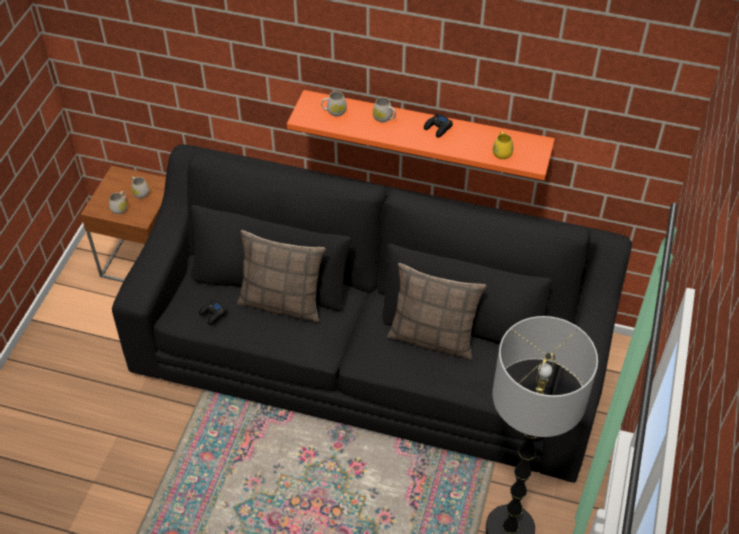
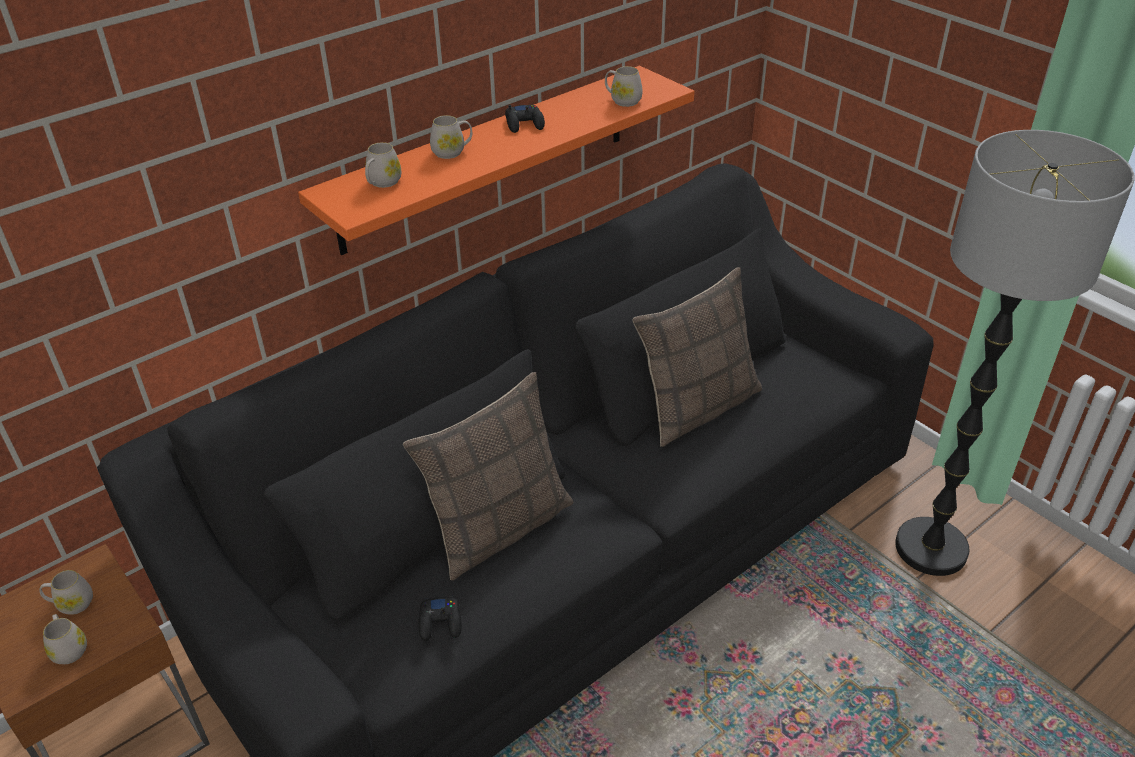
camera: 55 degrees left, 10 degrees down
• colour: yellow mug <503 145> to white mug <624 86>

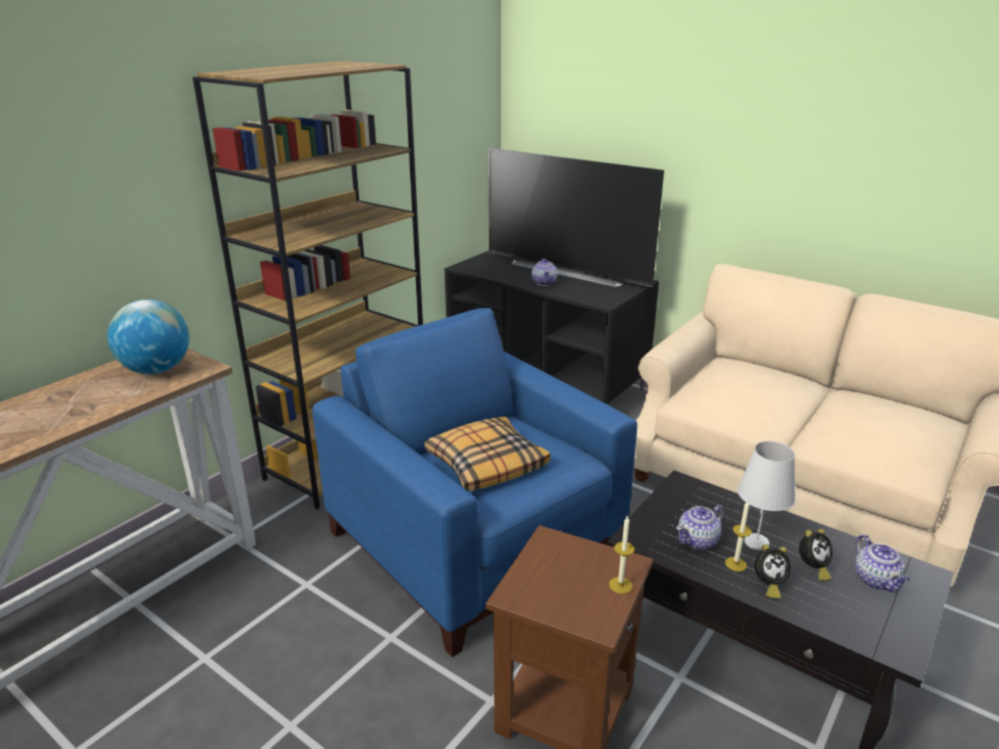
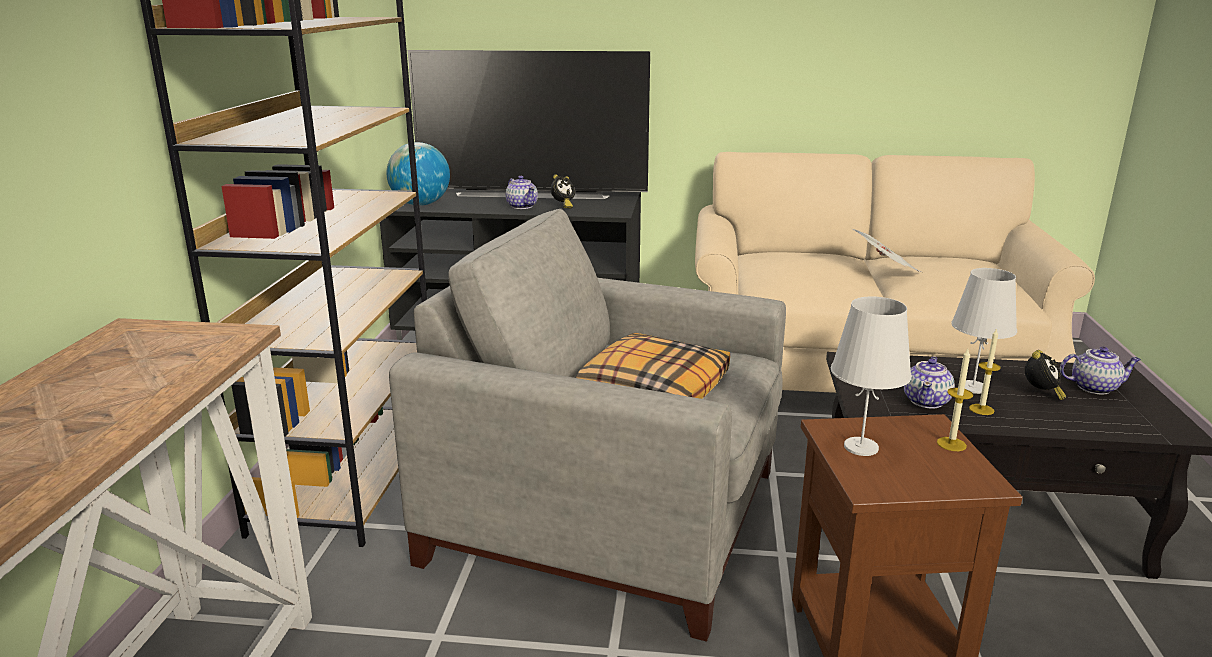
camera: 30 degrees left, 5 degrees down
• relocated: globe <148 337> to <418 174>
• colour: blue armchair <474 482> to grey armchair <587 425>
• spun: teapot <882 563> = <1100 370> 45 degrees counterclockwise
• relocated: alarm clock <772 571> to <563 191>
• appeared: newspaper <886 250>
• appeared: white table lamp <871 376>

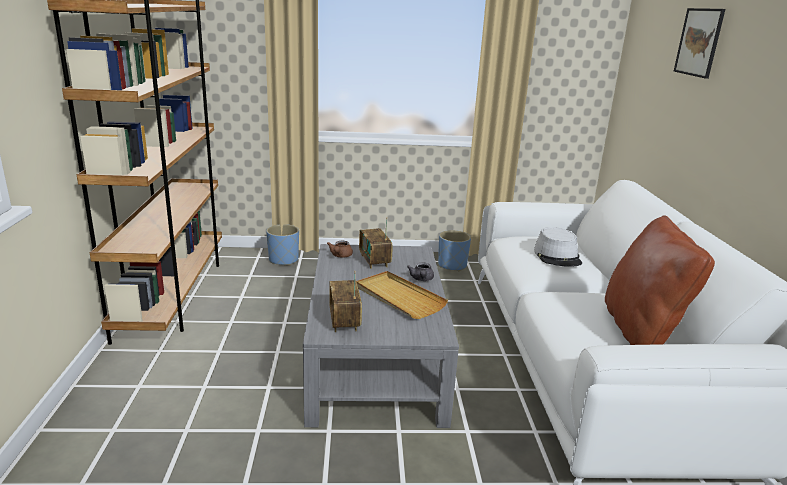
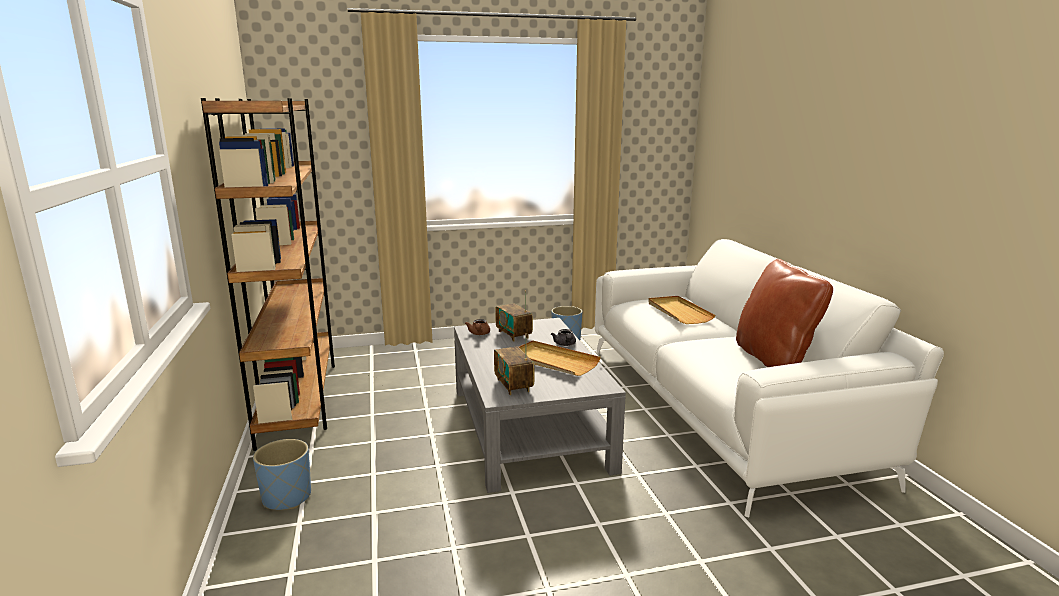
camera: 10 degrees left, 5 degrees down
• missing: picture <699 43>
• relocated: blue planter <282 245> to <282 474>
• exchanged: grey hat <558 247> to beige tray <681 310>

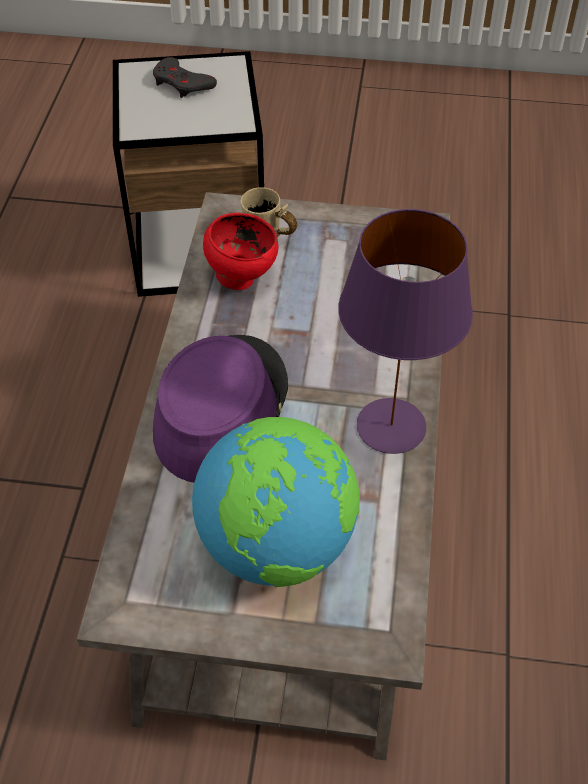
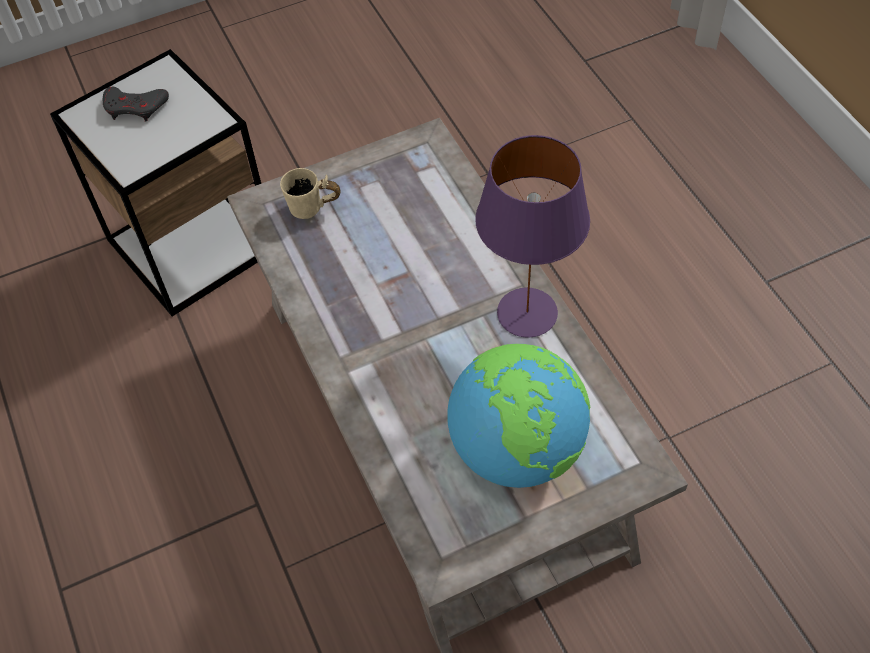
camera: 30 degrees left, 5 degrees up
• missing: red bowl <241 251>
• missing: purple hat <220 409>

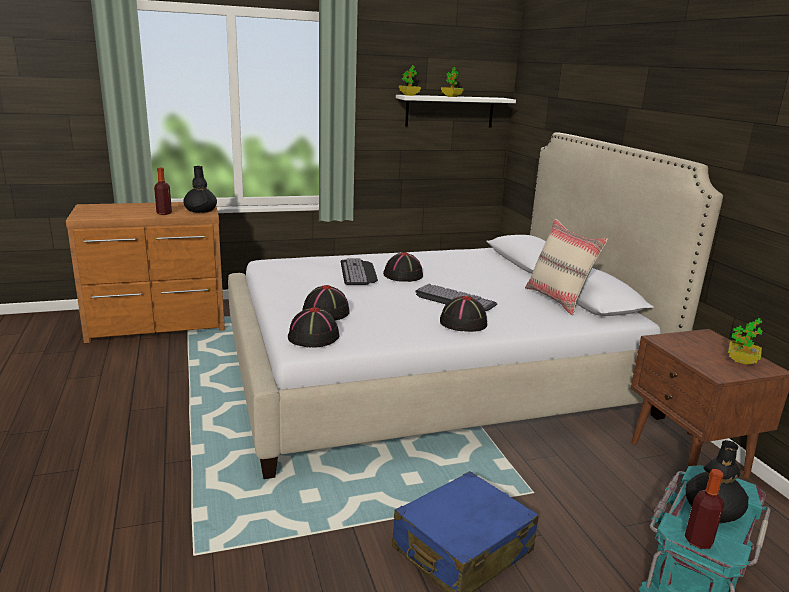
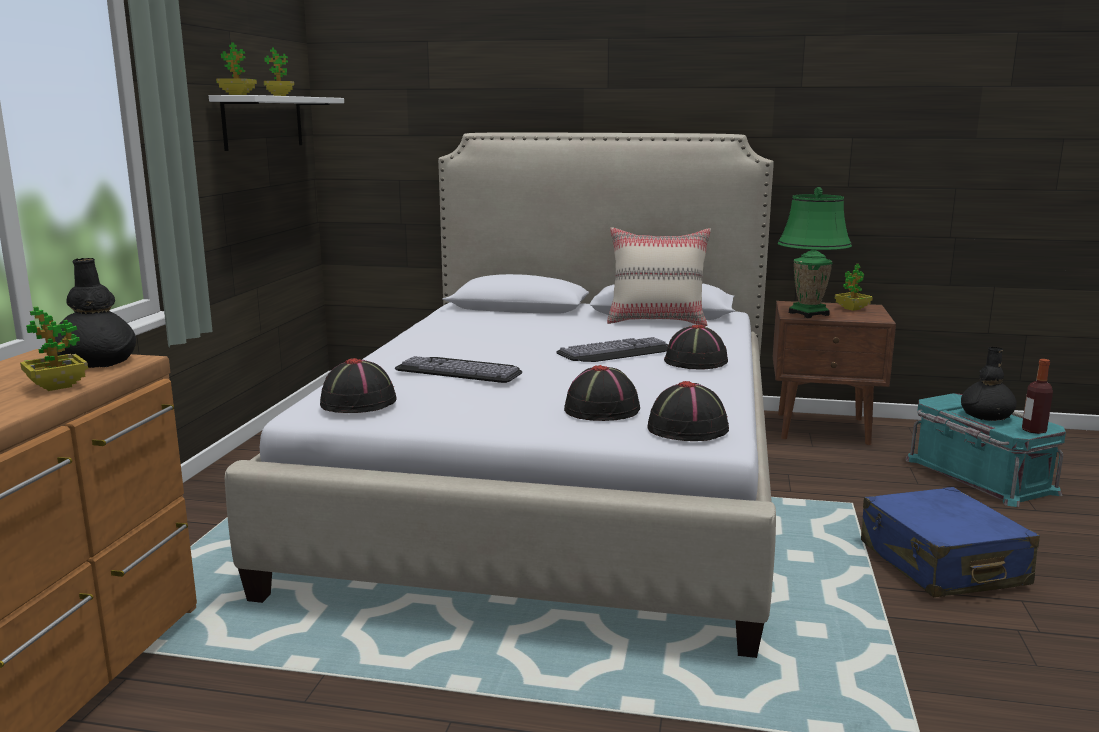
camera: 60 degrees left, 5 degrees down
• exchanged: bottle <163 191> to potted plant <54 349>
• relocated: black hat <403 267> to <358 385>
• appeared: green table lamp <815 252>

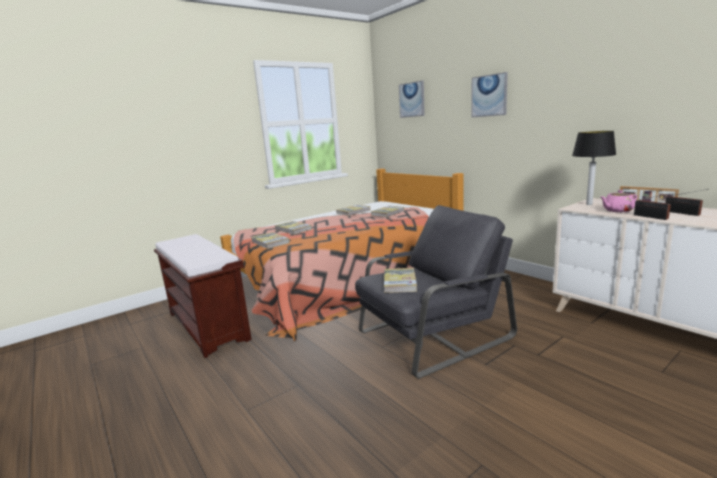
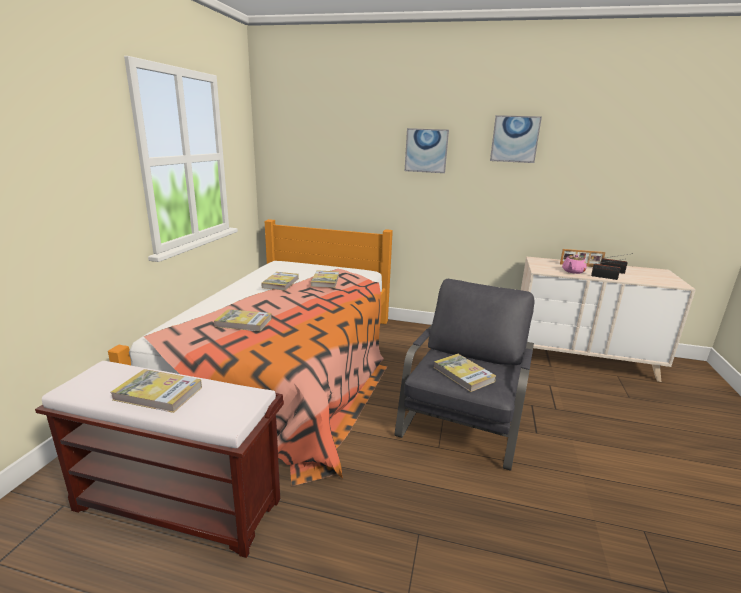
camera: 40 degrees left, 5 degrees up
• relocated: picture <412 99> to <516 139>
• missing: table lamp <594 168>
• relocated: book <270 240> to <156 391>

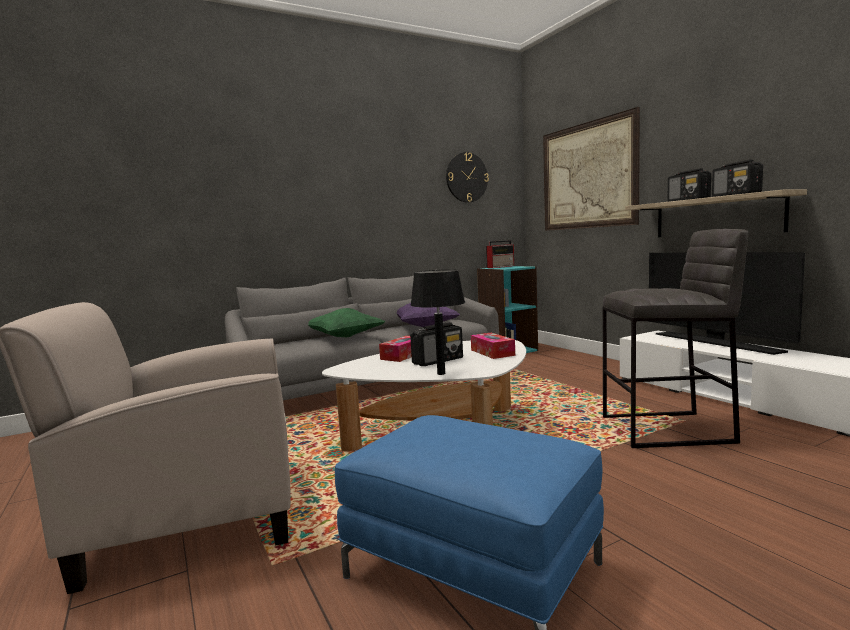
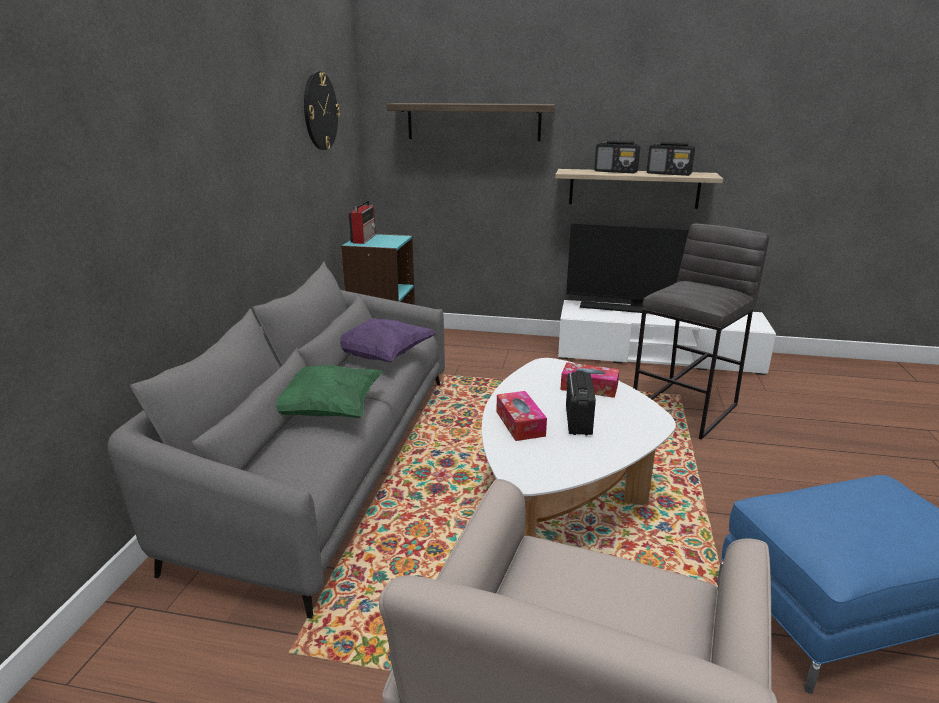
camera: 50 degrees left, 15 degrees up
• exchanged: picture <591 169> to shelf <470 122>
• missing: black table lamp <437 322>

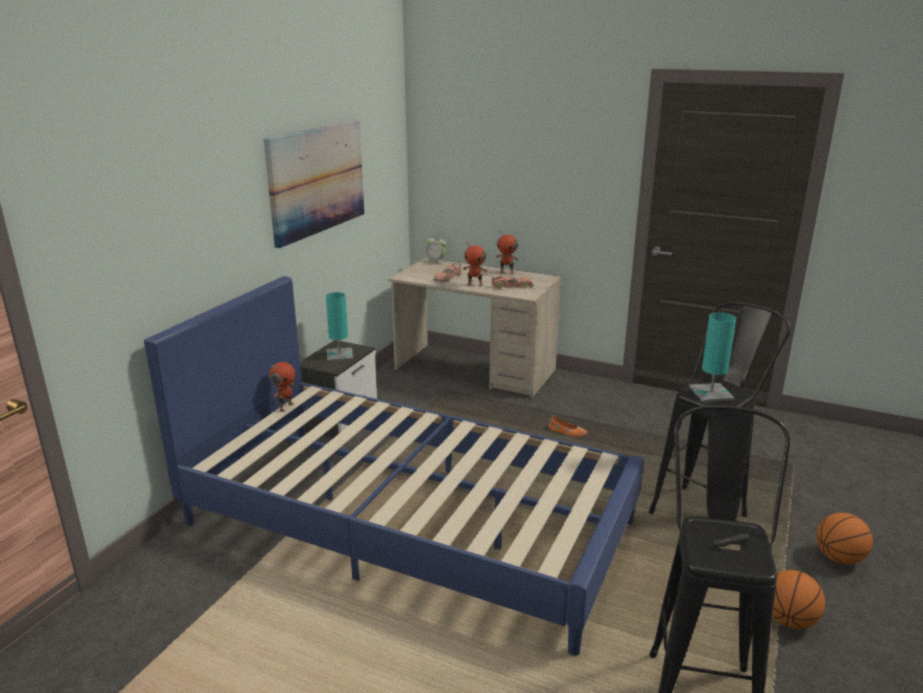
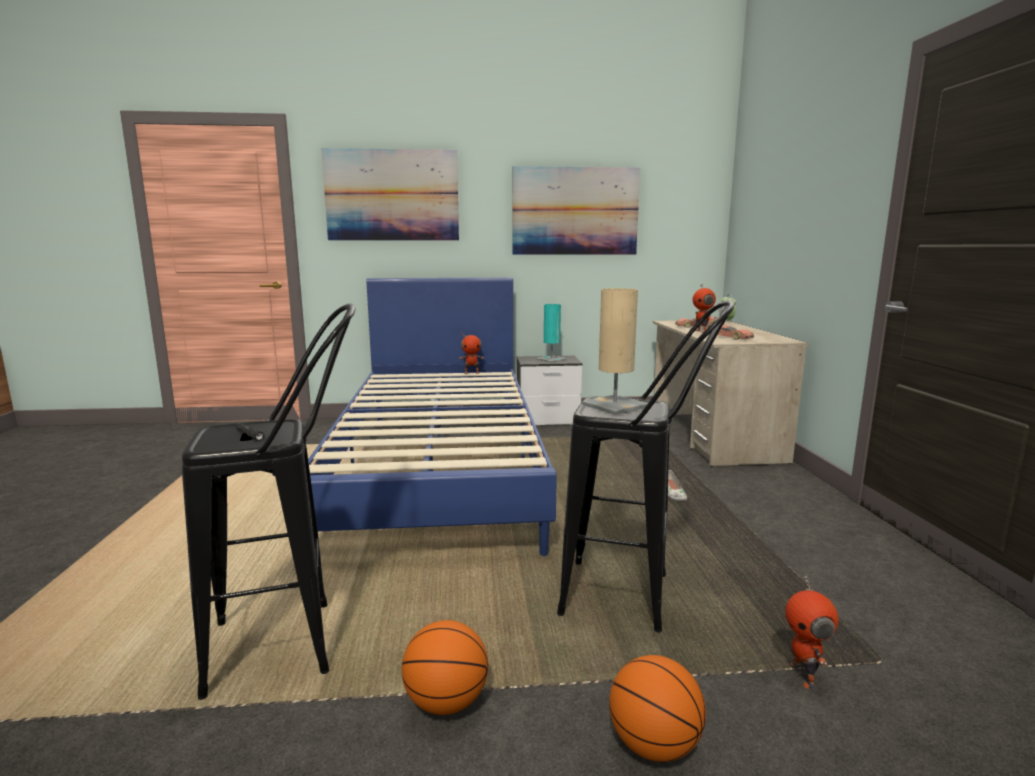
camera: 60 degrees right, 10 degrees down
• relocated: toy robot <507 252> to <812 631>
• colour: turquoise table lamp <712 357> to beige table lamp <614 351>
• colour: orange shoe <568 426> to white shoe <677 485>
• appeared: picture <390 194>

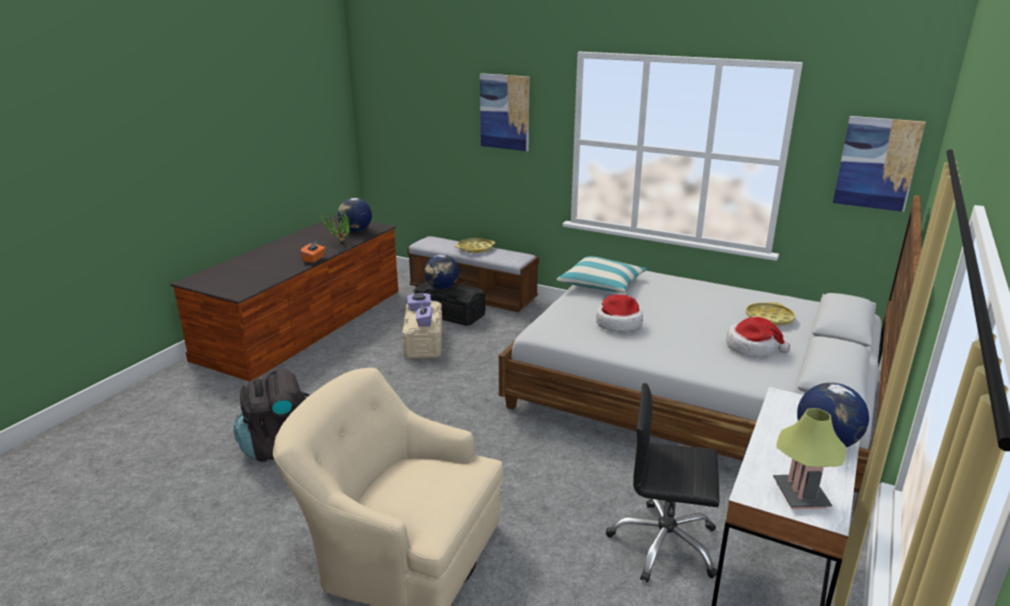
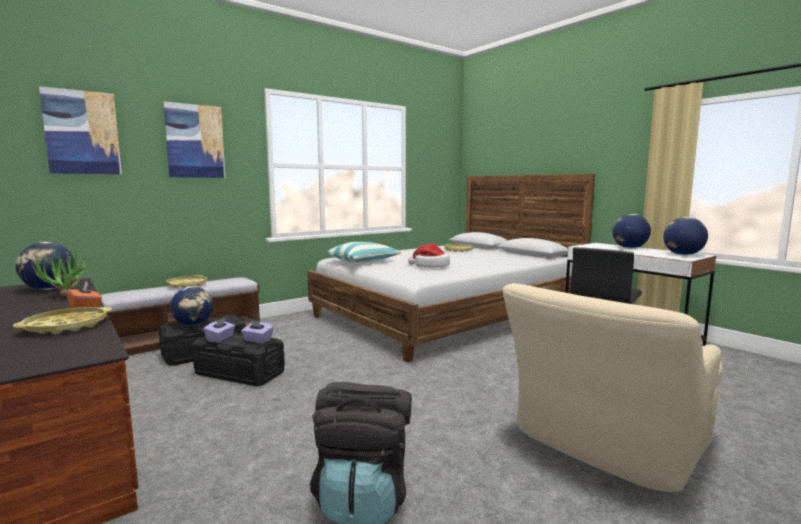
camera: 65 degrees left, 15 degrees down
• relocated: picture <879 164> to <80 130>
• colour: beige storage box <422 329> to black storage box <238 358>
• missing: hat <758 337>
• exchanged: table lamp <809 458> to globe <685 236>
• appeared: yellow tray <62 320>

